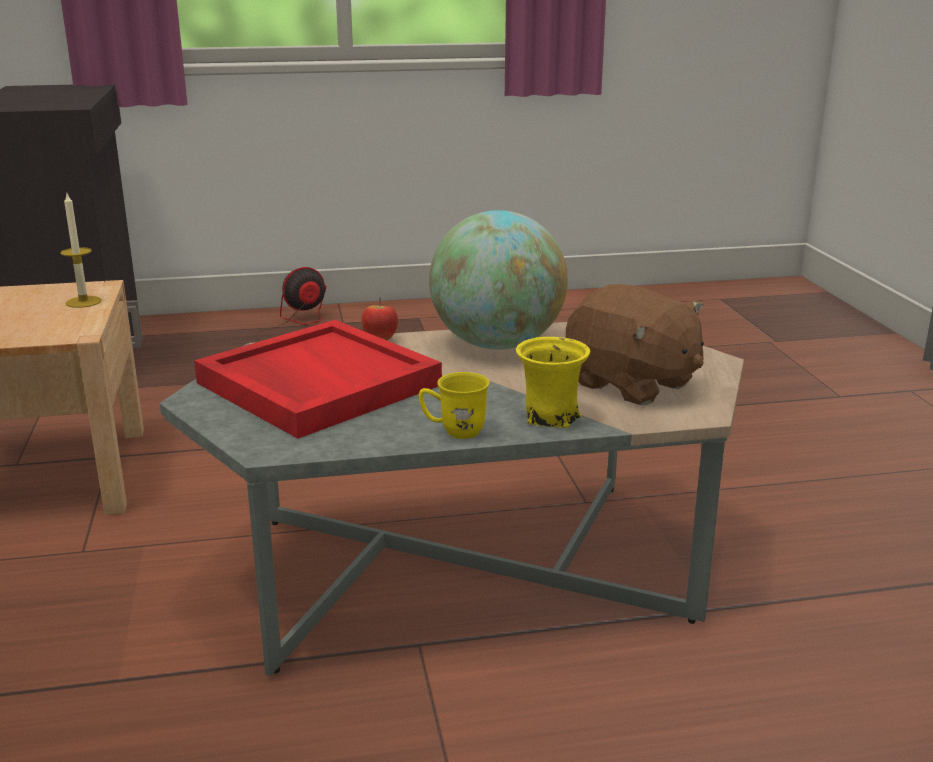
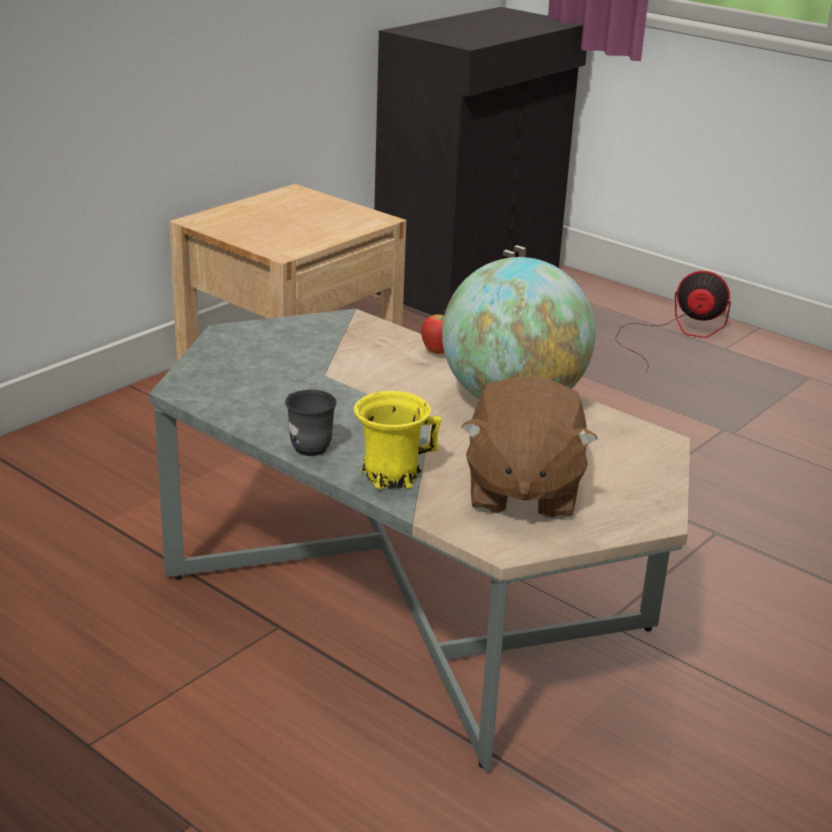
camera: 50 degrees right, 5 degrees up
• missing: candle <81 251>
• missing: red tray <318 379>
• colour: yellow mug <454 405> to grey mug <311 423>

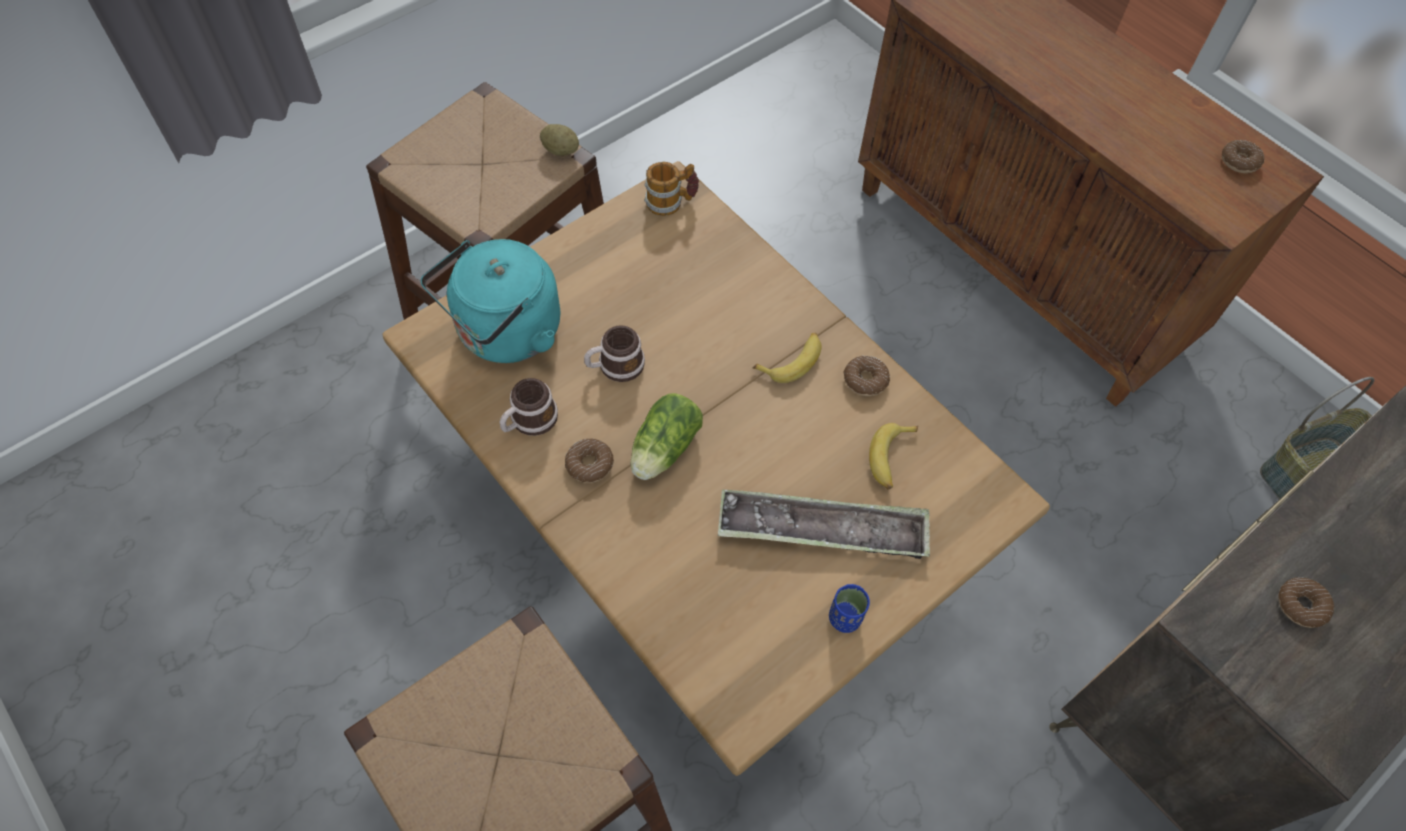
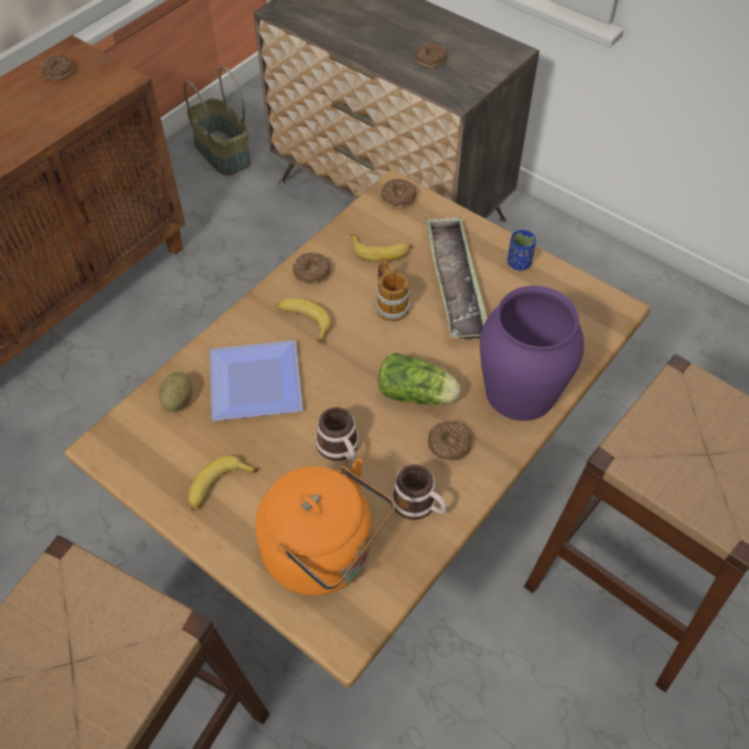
camera: 100 degrees left, 5 degrees down
• relocated: potato <559 140> to <176 392>
• relocated: mug <671 189> to <393 289>
• colour: turquoise kettle <490 301> to orange kettle <325 527>
• appeared: donut <398 193>
• appeared: purple vase <532 353>
• appeared: plate <256 380>
• appeared: banana <223 482>

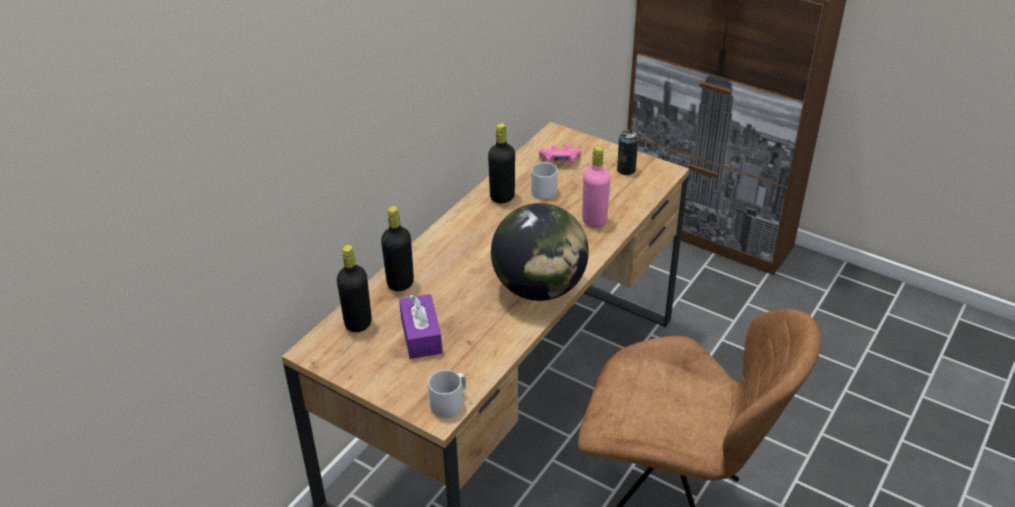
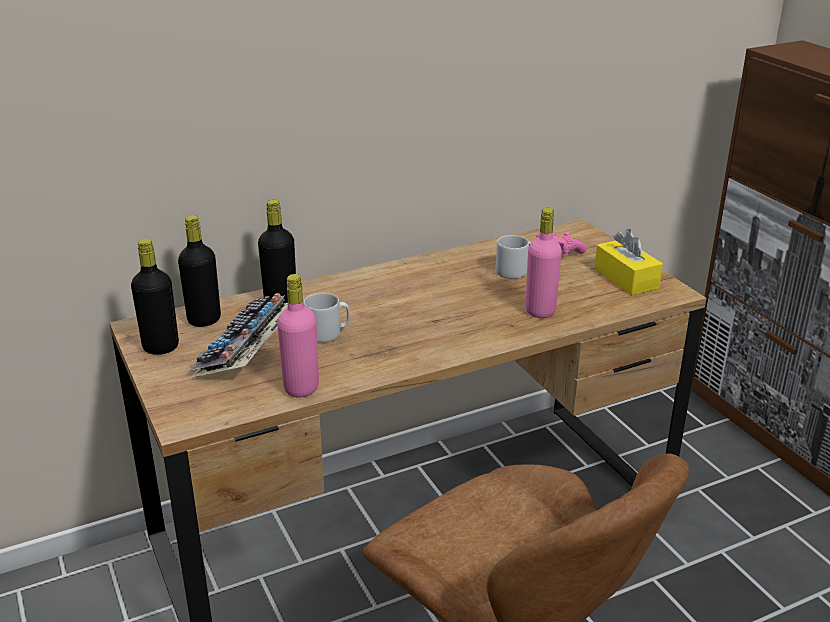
camera: 30 degrees right, 10 degrees down
• relocated: black bottle <501 163> to <155 297>
• exchanged: can <627 152> to yellow tissue box <629 262>
• missing: globe <540 252>
• exchanged: purple tissue box <420 326> to keyboard <238 335>
• relocated: grey mug <447 394> to <326 318>
• appeared: pink bottle <298 335>

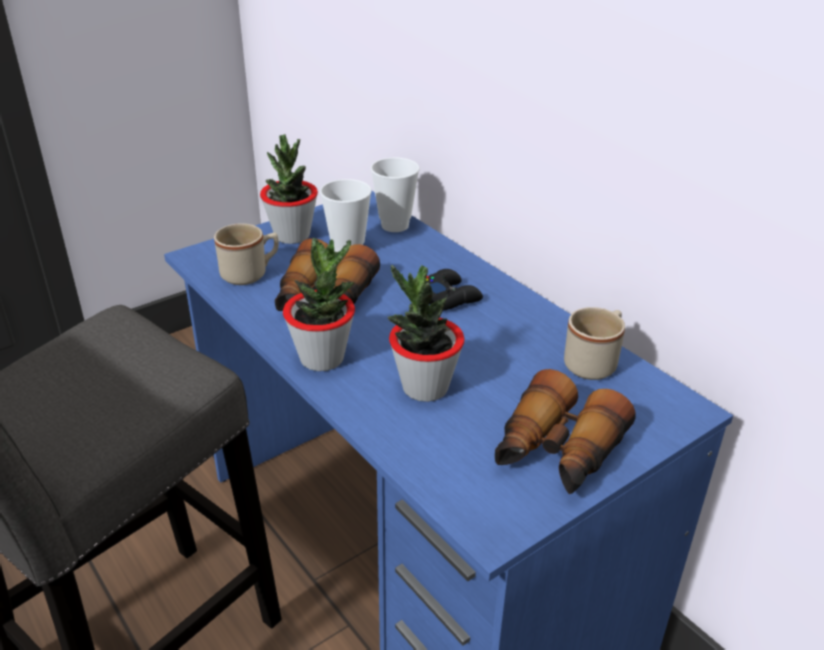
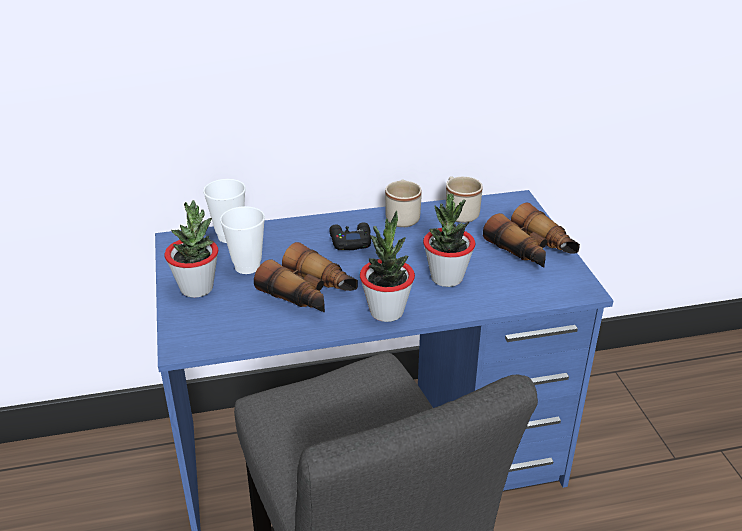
camera: 65 degrees left, 0 degrees up
• relocated: beige mug <246 254> to <403 203>

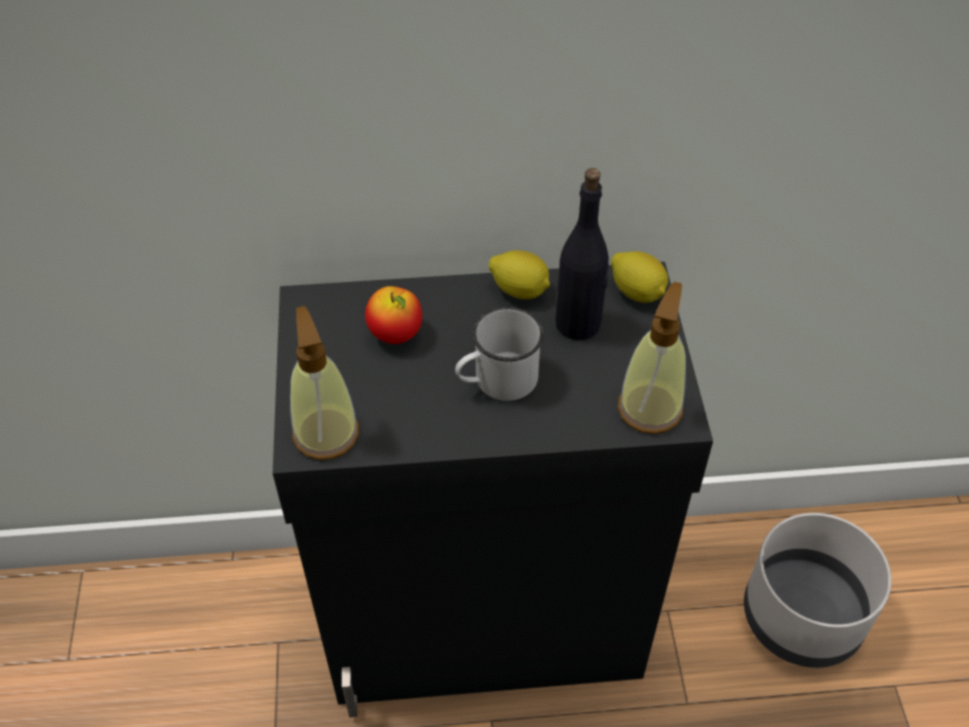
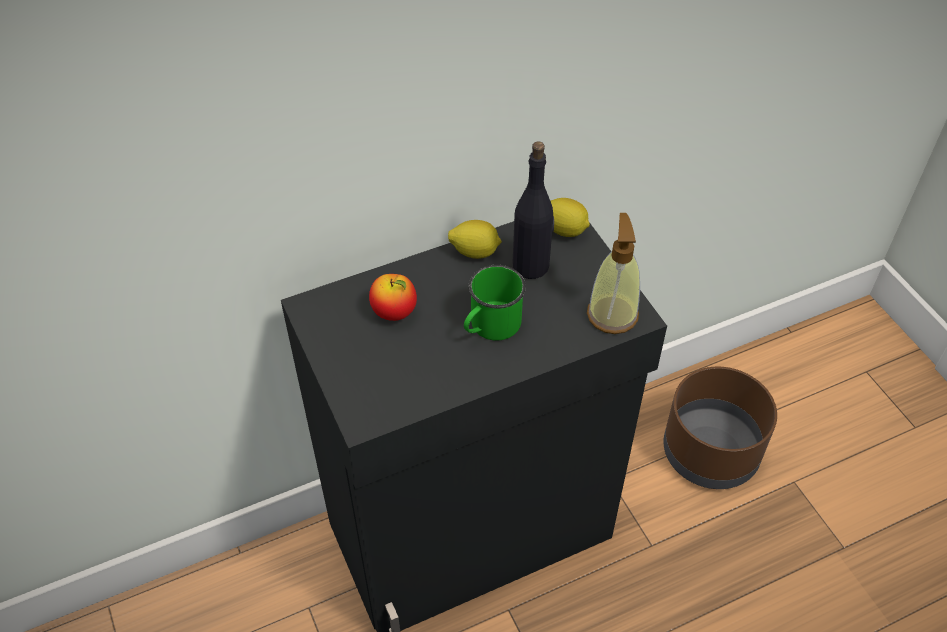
camera: 20 degrees left, 0 degrees up
• missing: soap dispenser <324 383>
• colour: white mug <499 354> to green mug <495 303>
• colour: grey planter <818 590> to brown planter <720 428>

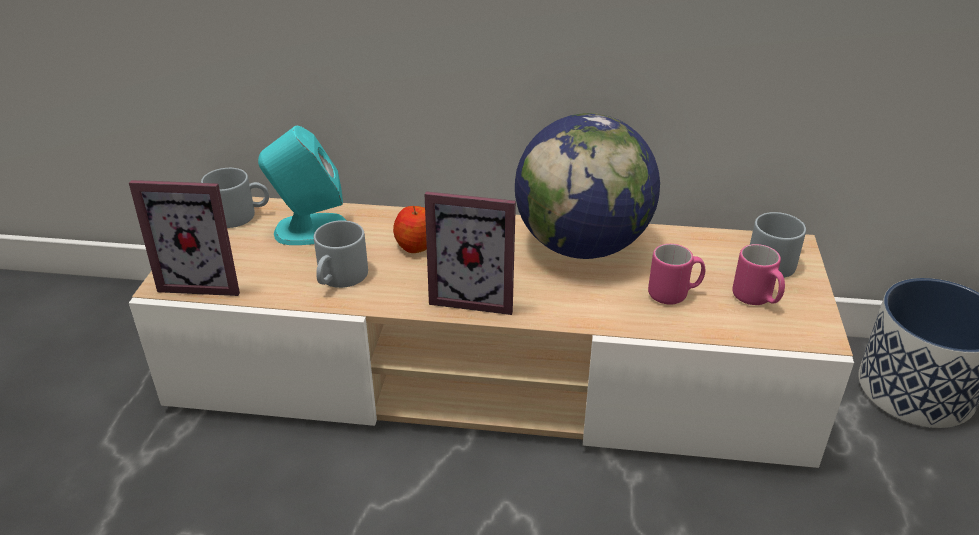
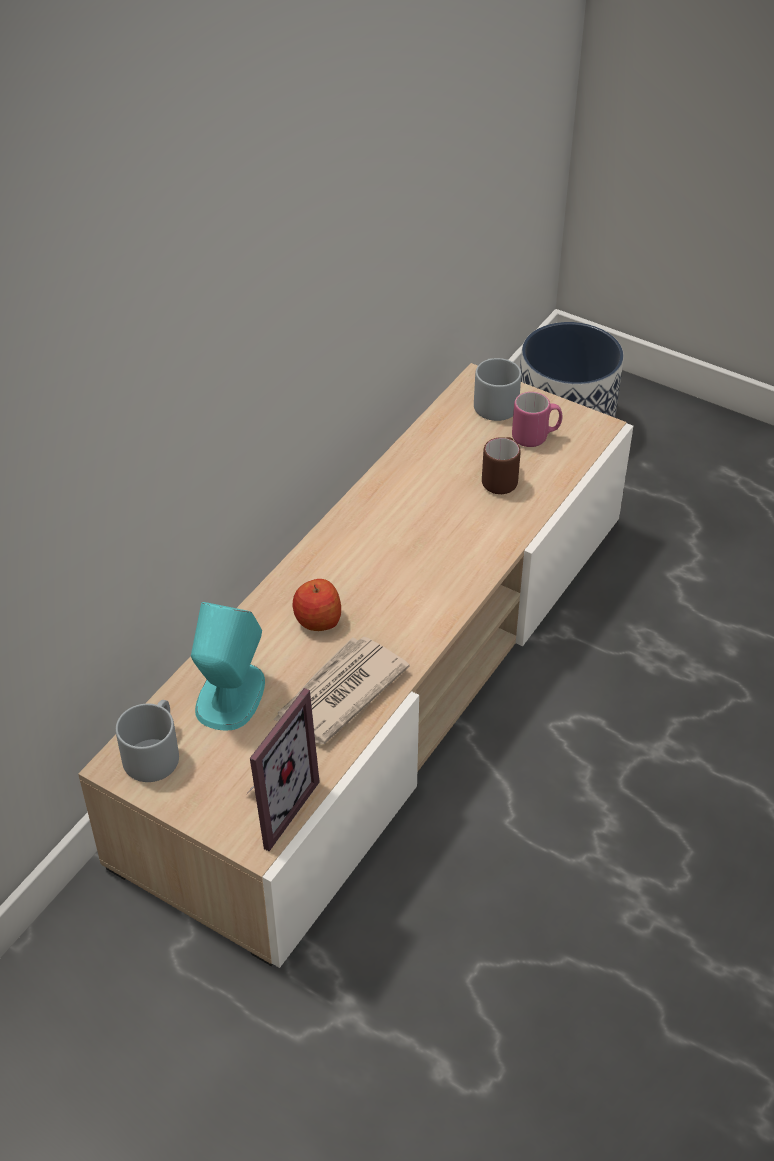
camera: 65 degrees left, 10 degrees up
• missing: globe <587 186>
• missing: picture frame <470 253>
• exchanged: grey mug <341 254> to newspaper <341 690>
• colour: pink mug <676 274> to brown mug <501 465>

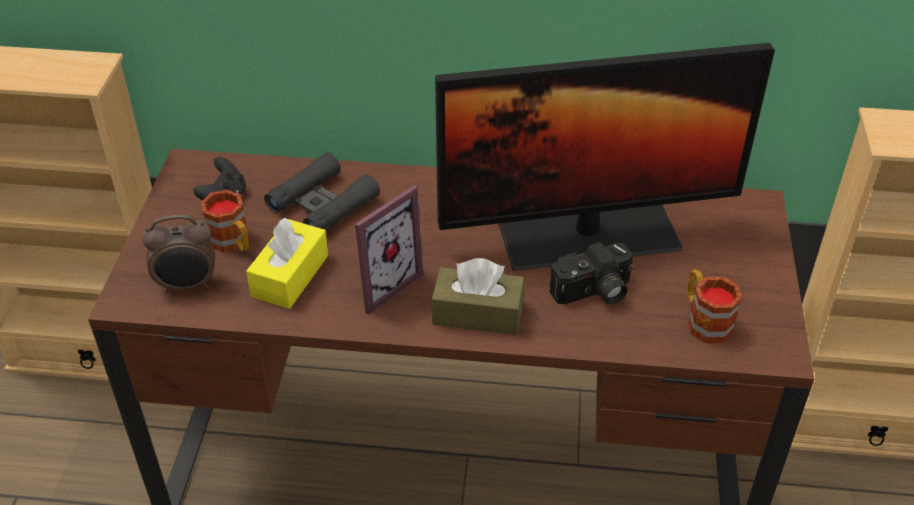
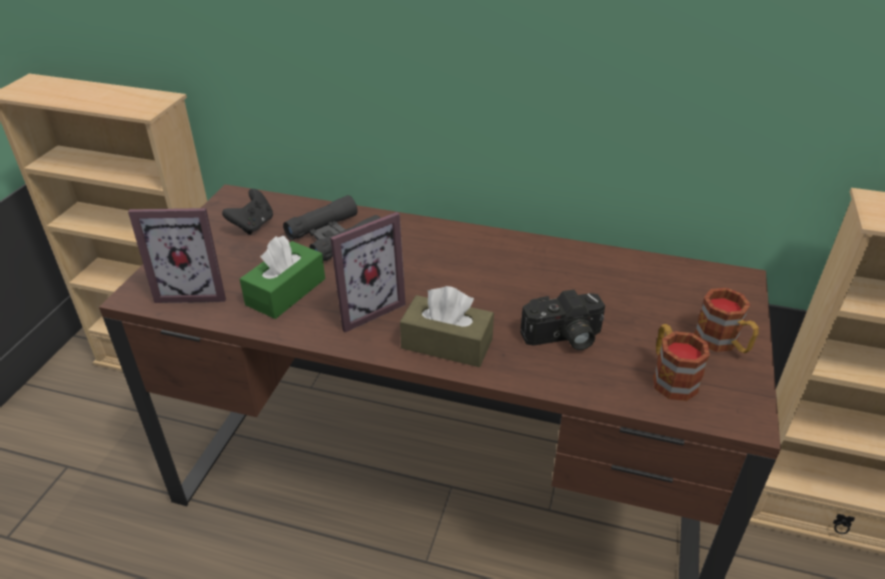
camera: 10 degrees right, 5 degrees down
• missing: monitor <605 157>
• relocated: mug <225 221> to <726 320>
• exchanged: alarm clock <179 254> to picture frame <177 255>
• colour: yellow tissue box <287 263> to green tissue box <282 277>

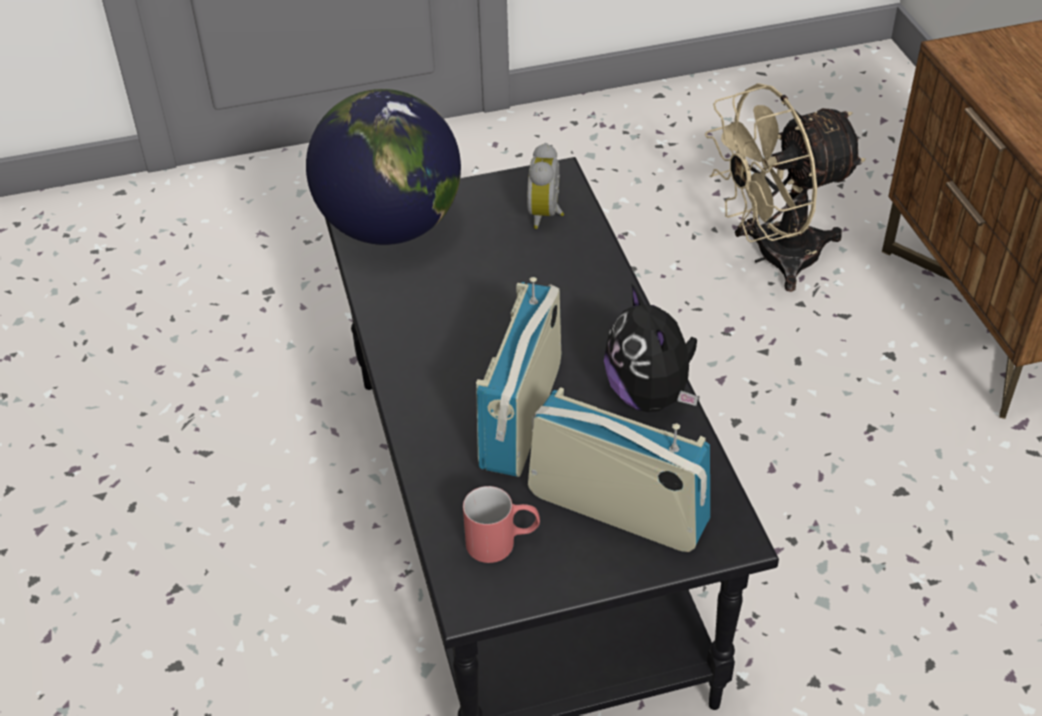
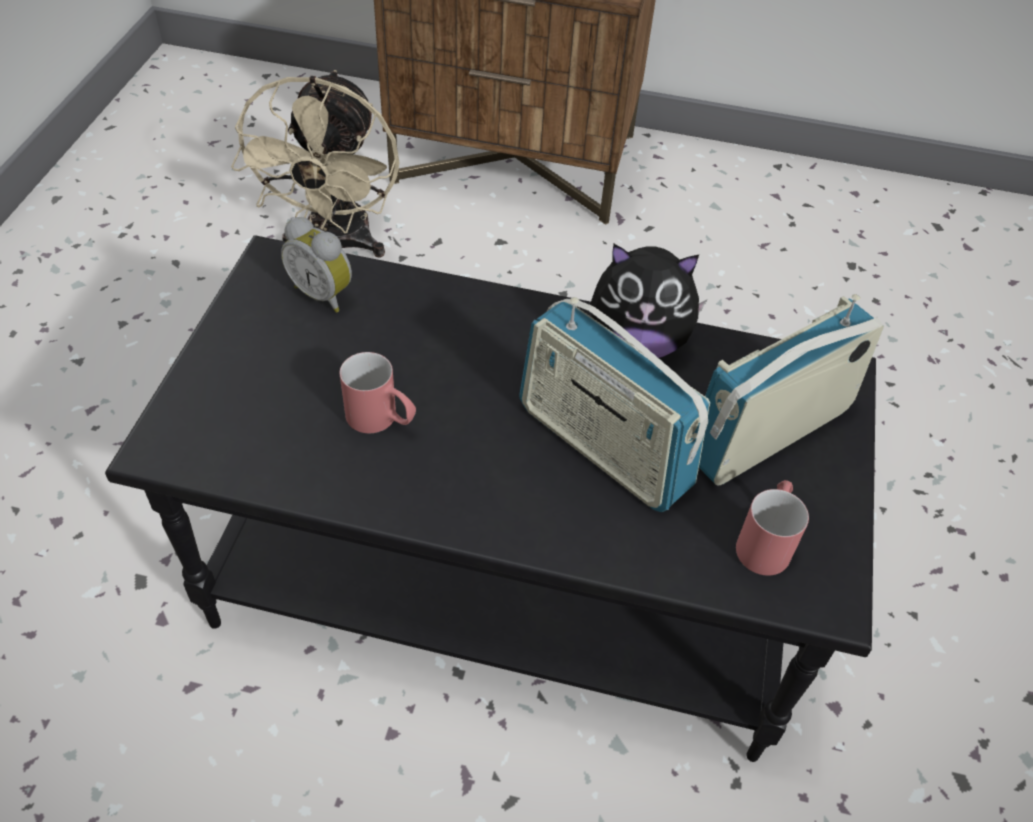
camera: 65 degrees left, 5 degrees up
• missing: globe <383 167>
• appeared: red mug <378 392>

